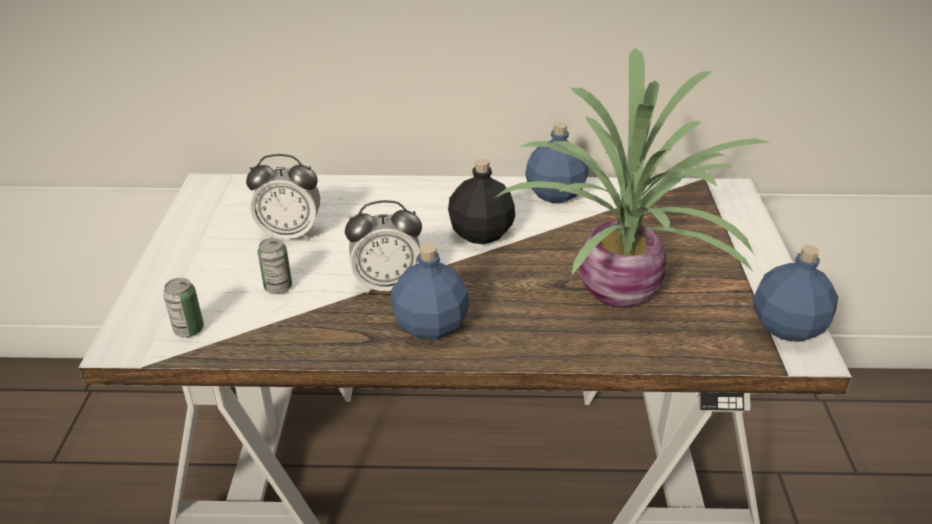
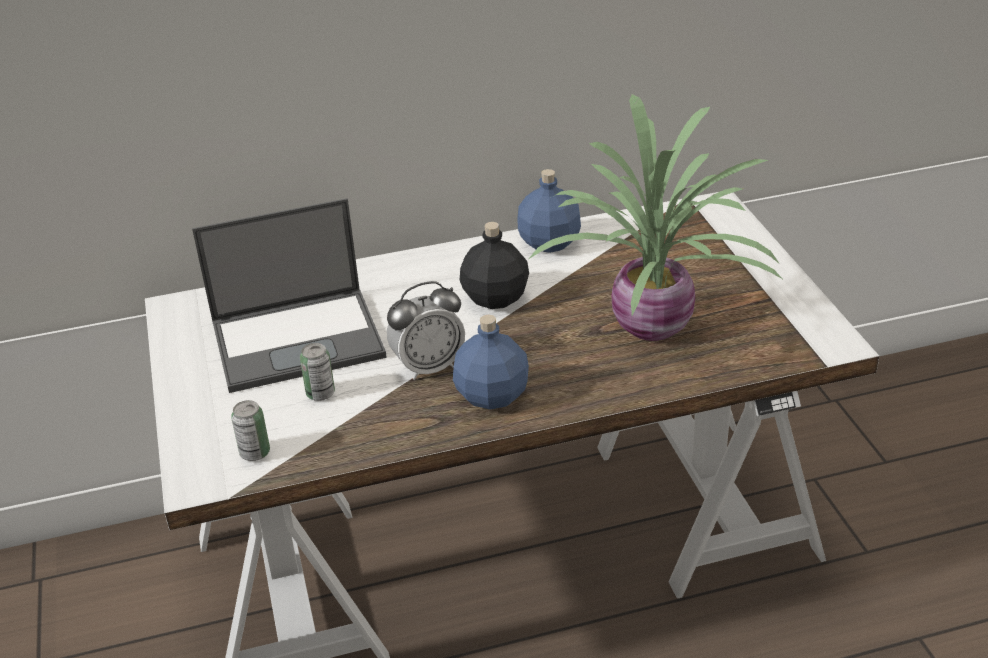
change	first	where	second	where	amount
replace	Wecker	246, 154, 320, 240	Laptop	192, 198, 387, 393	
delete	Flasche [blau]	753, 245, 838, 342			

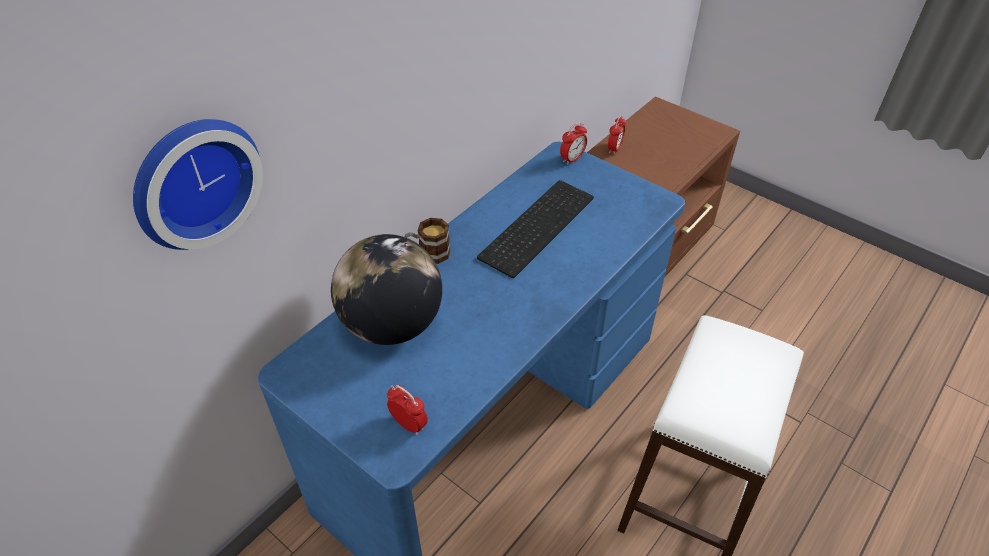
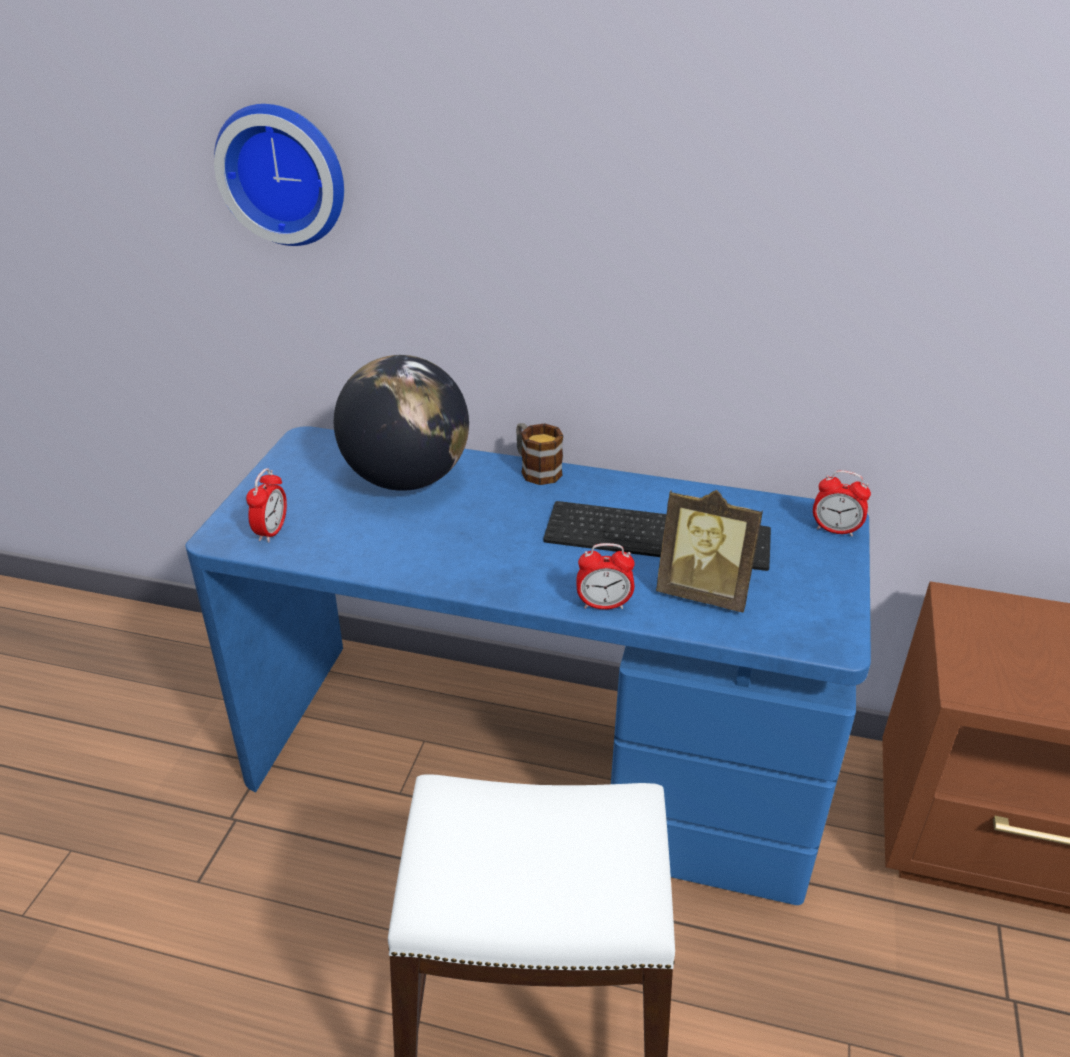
change	first	where	second	where	amount
move	Wecker	608, 115, 626, 155		577, 543, 635, 610	
insert			Bilderrahmen	656, 490, 763, 612	

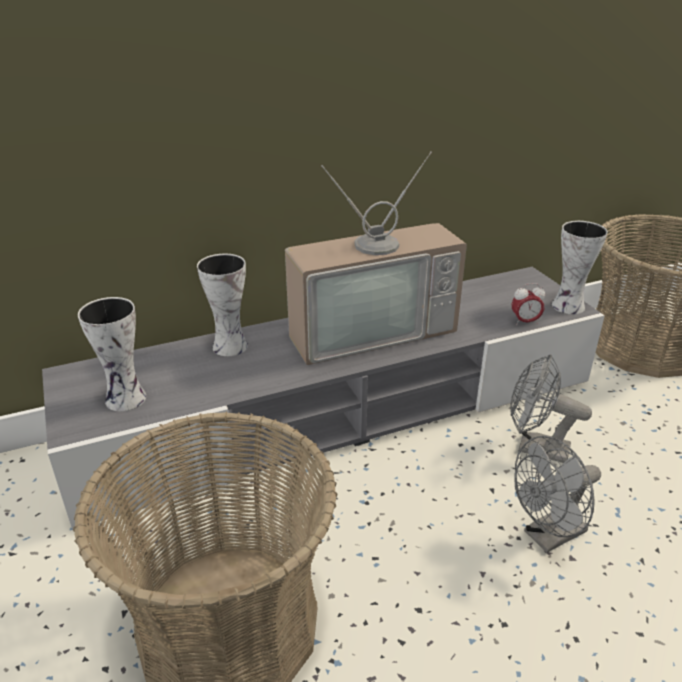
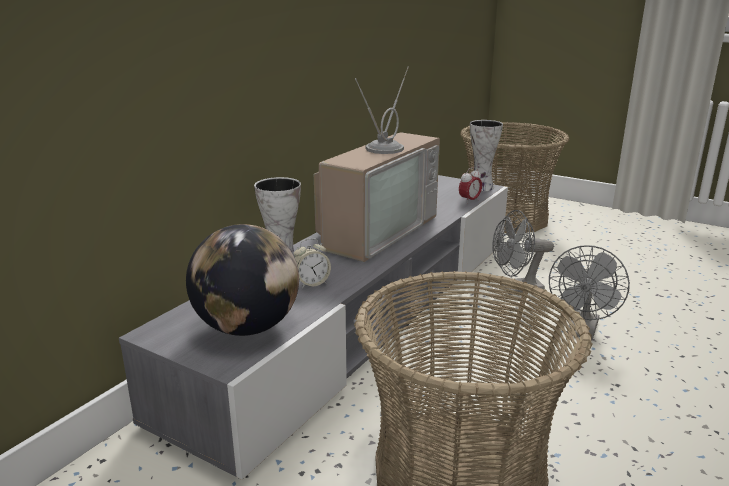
change	first	where	second	where	amount
replace	Vase	78, 297, 146, 411	Globus	186, 224, 299, 336	
insert			Wecker	294, 238, 331, 289	

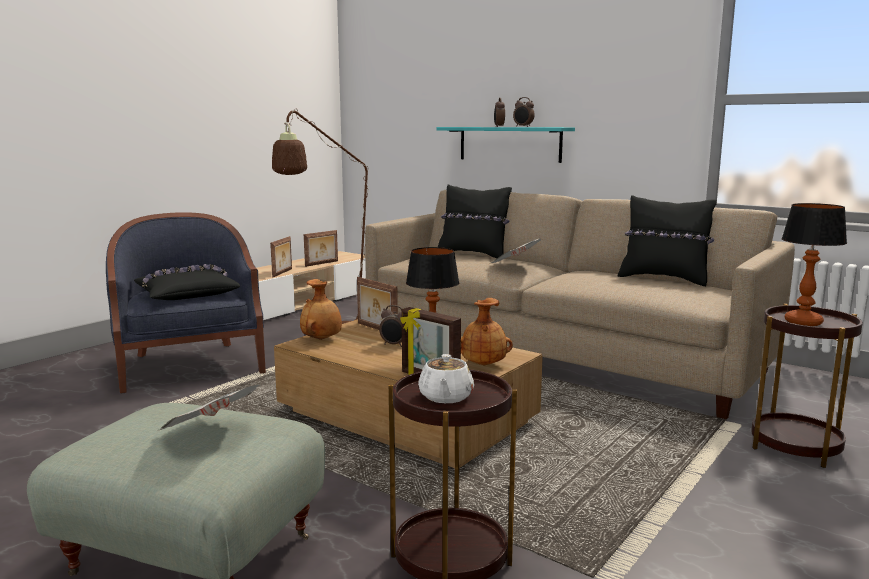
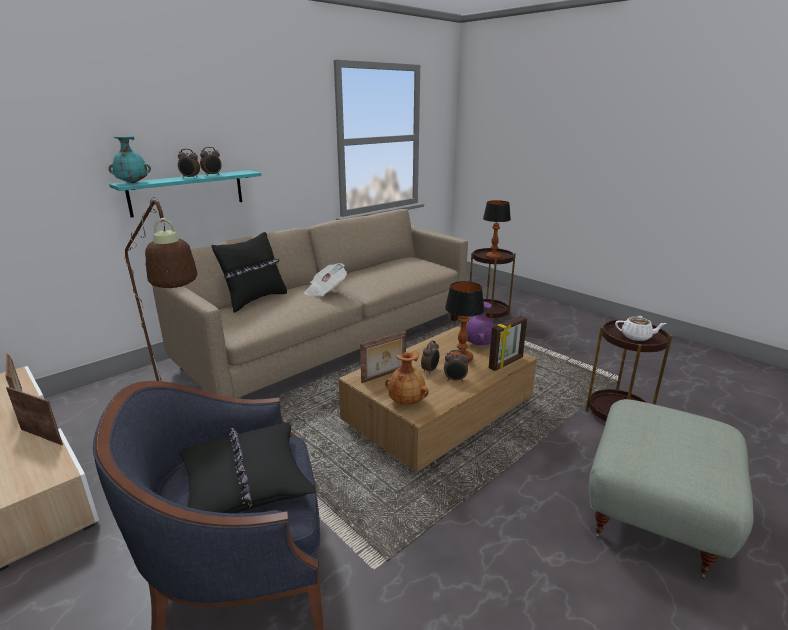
change	first	where	second	where	amount
insert			Vase [türkis]	108, 136, 151, 183	
insert			Wecker	444, 350, 469, 382	
recolor	Vase [braun]	461, 298, 513, 366	Vase [lila]	466, 301, 494, 345	
delete	Zeitung	160, 385, 259, 430			
delete	Kissen [schwarz]	618, 195, 717, 286			

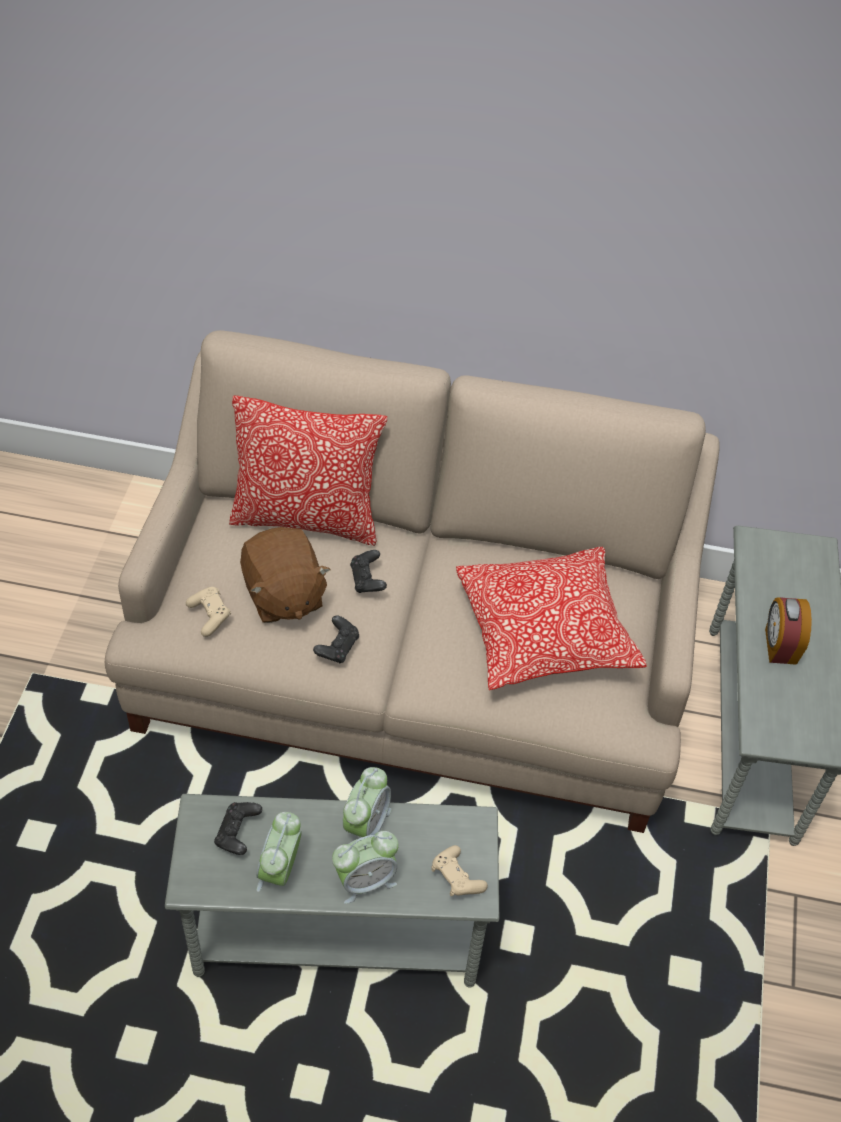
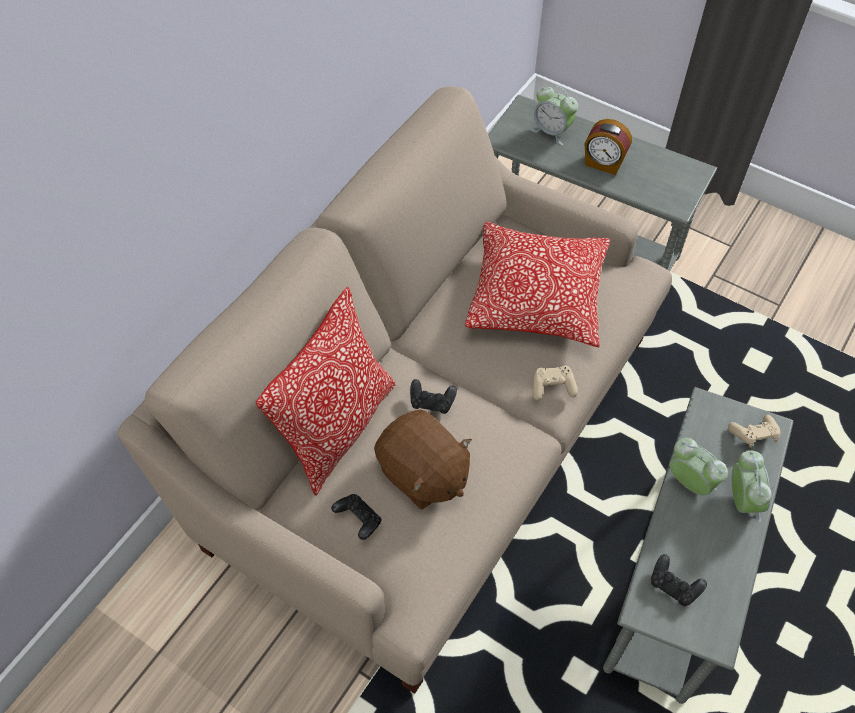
change	first	where	second	where	amount
move	Gamepad [schwarz]	313, 616, 359, 663		331, 494, 381, 540	
rotate	Plüschtier [braun]	240, 527, 331, 623		374, 410, 472, 510	45 degrees clockwise
move	Wecker	256, 812, 302, 892		531, 86, 578, 145	
move	Gamepad [beige]	186, 587, 231, 637		532, 365, 578, 401	

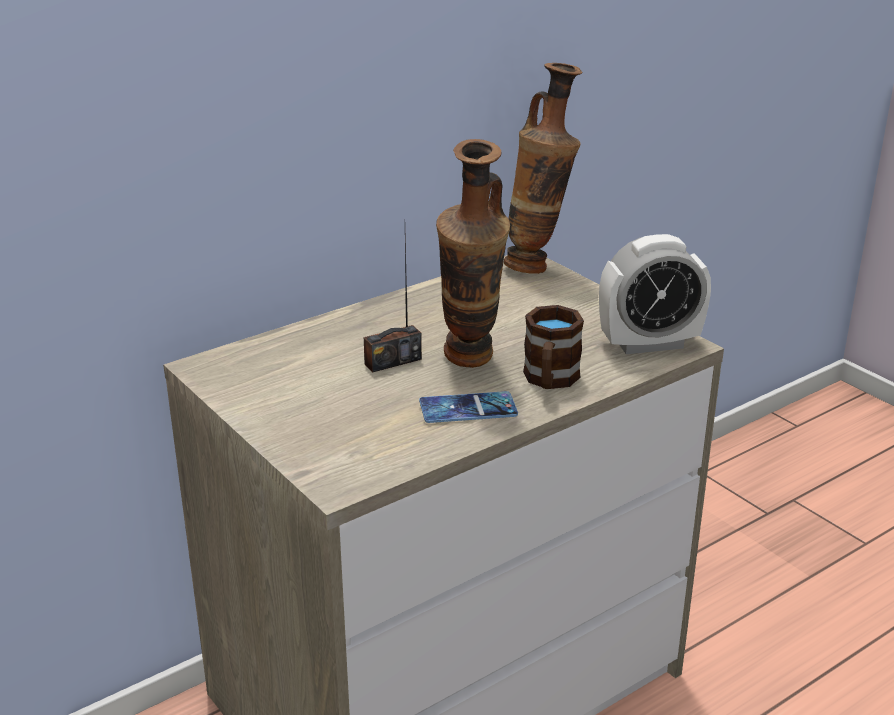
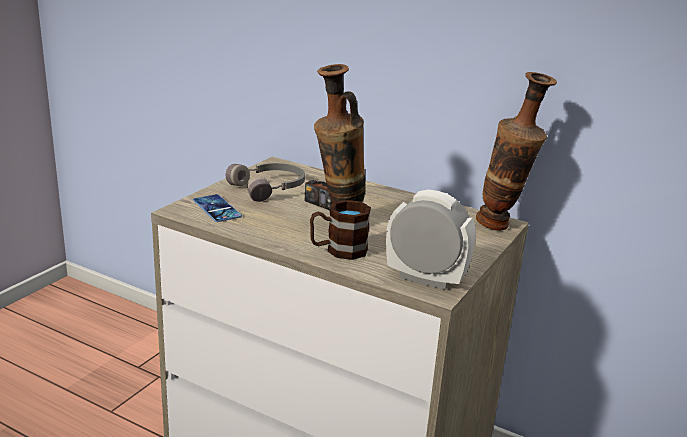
change	first	where	second	where	amount
move	Handy	419, 391, 518, 423		193, 194, 242, 222	
insert			Kopfhörer [grau]	226, 163, 305, 202	
rotate	Wecker	599, 234, 711, 354		386, 189, 476, 290	150 degrees clockwise

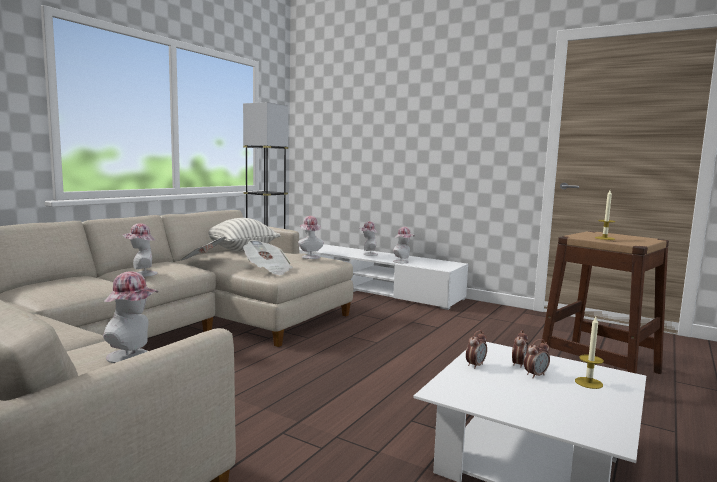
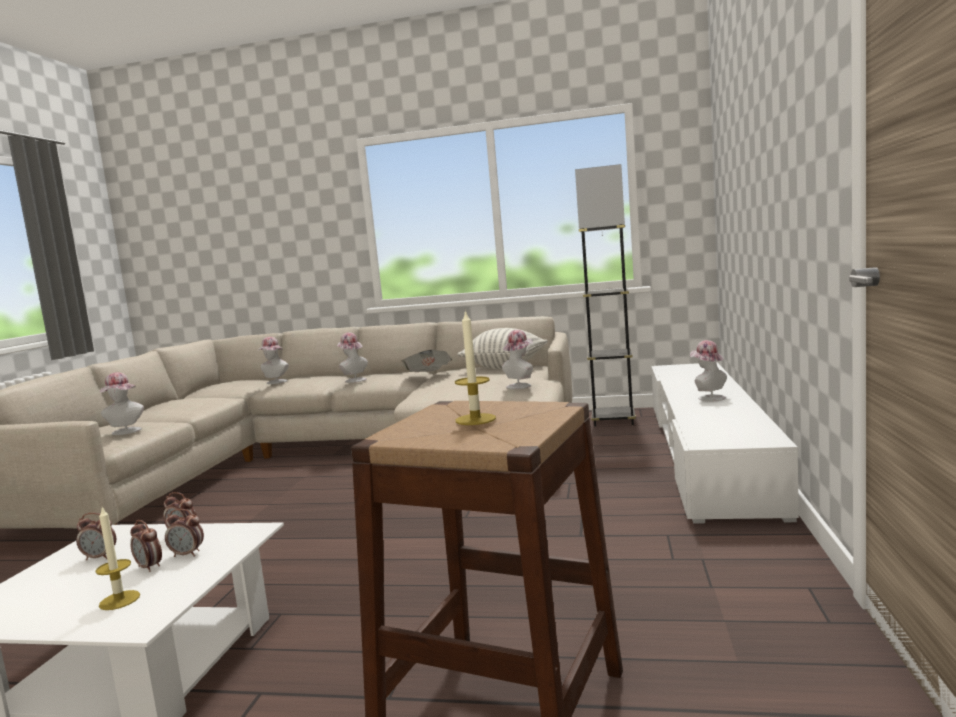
change	first	where	second	where	amount
insert			Wecker	76, 513, 116, 560	
move	Hut	393, 227, 415, 263		258, 337, 289, 384	
delete	Zeitung	243, 240, 293, 276			

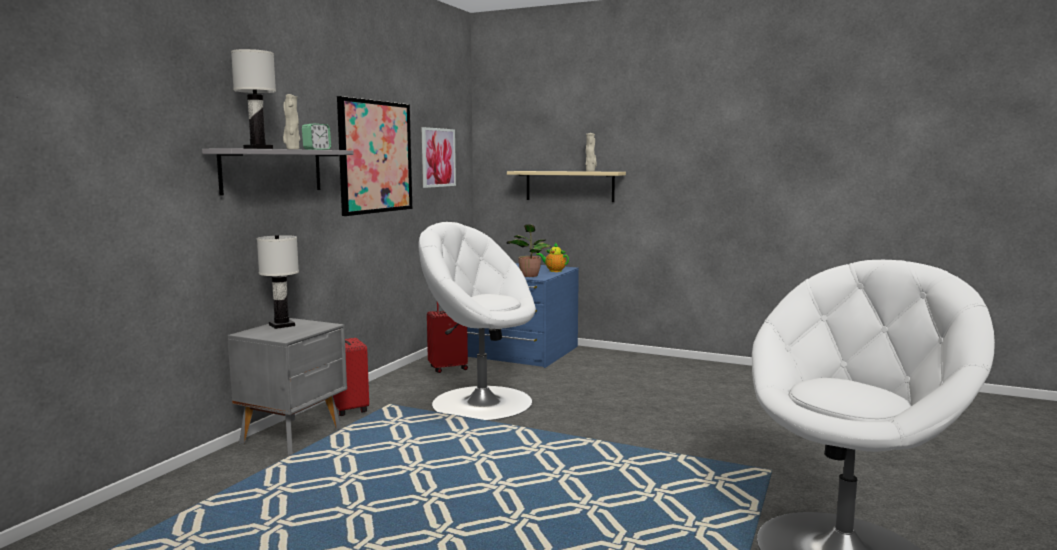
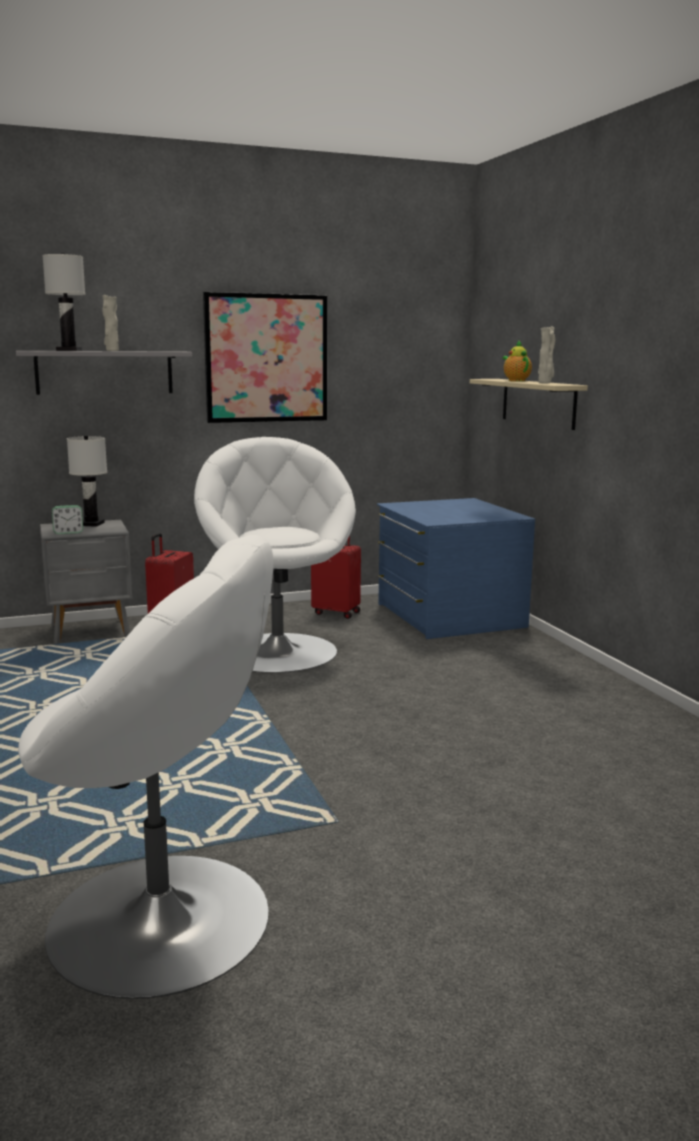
change	first	where	second	where	amount
move	Wecker	302, 124, 331, 150		52, 505, 83, 534	
move	Teekanne	536, 243, 569, 272		503, 341, 532, 381	
delete	Bild	422, 127, 456, 188			
delete	Topfpflanze	506, 224, 552, 277			

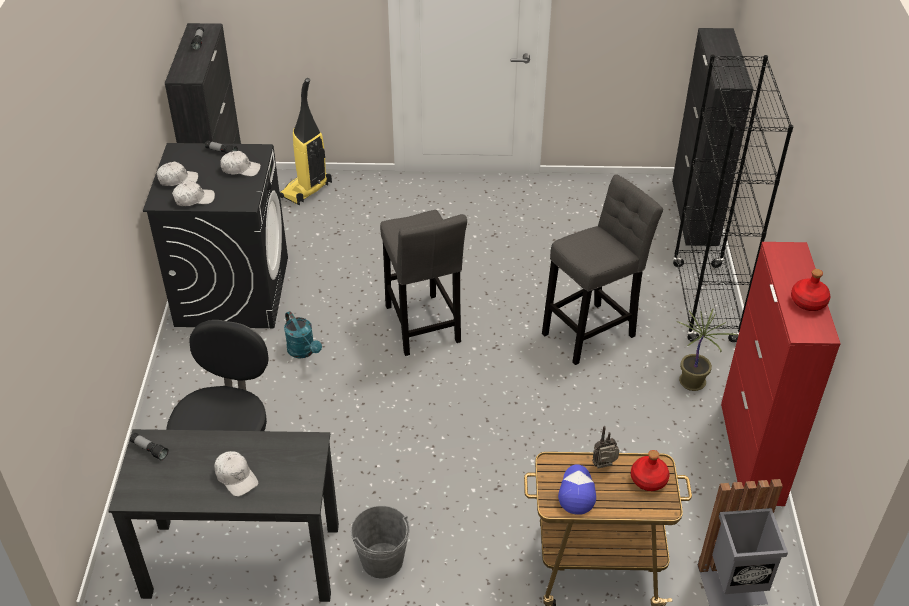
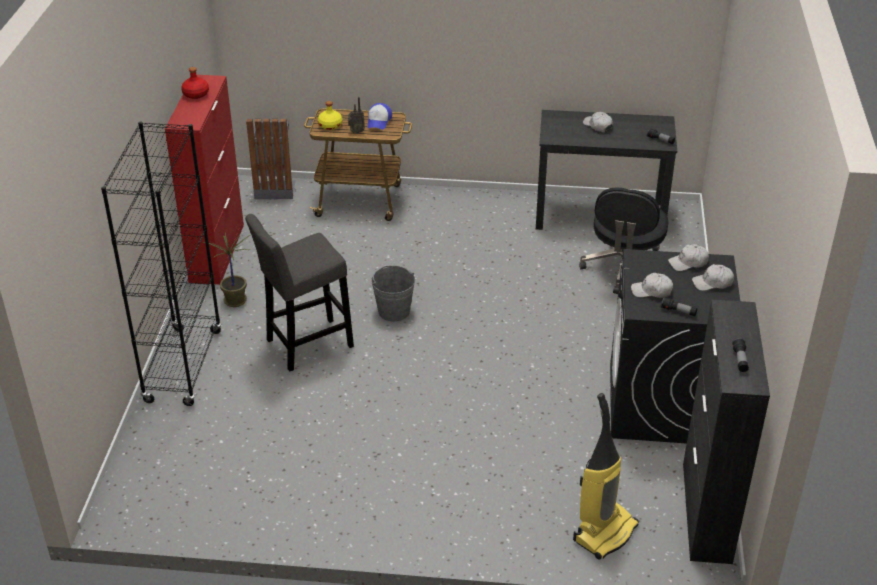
change	first	where	second	where	amount
recolor	Flasche [rot]	631, 450, 670, 491	Flasche [gelb]	318, 101, 342, 130	
move	Eimer [grau]	351, 506, 410, 578		371, 266, 415, 321	
delete	Gießkanne [türkis]	284, 311, 322, 358			
delete	Hocker [grau]	380, 210, 467, 356			
delete	Schrank [schwarz]	672, 28, 753, 246			

